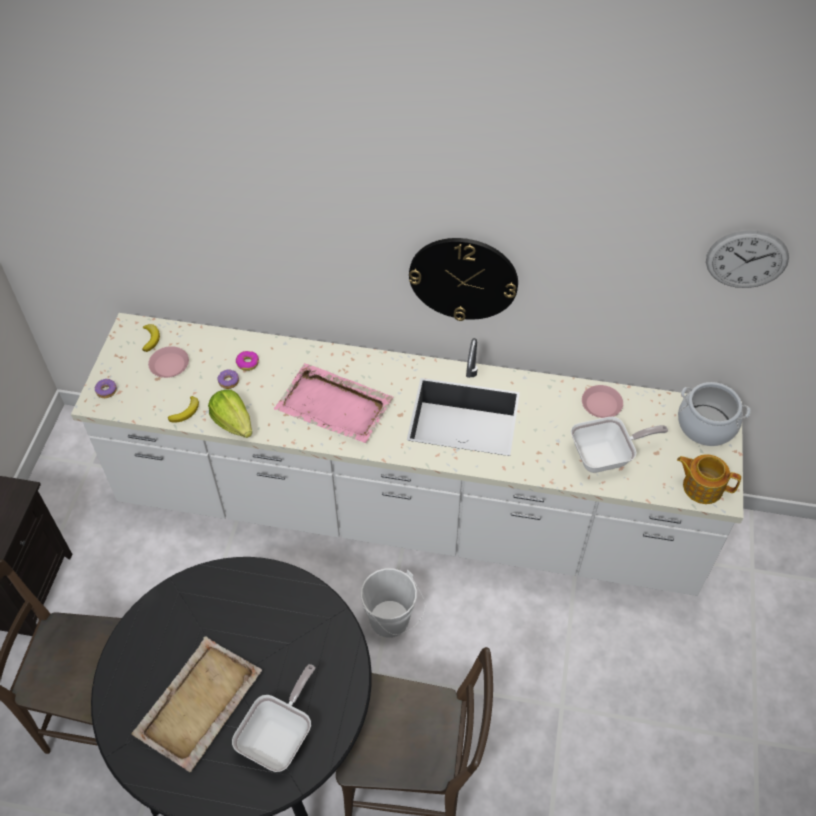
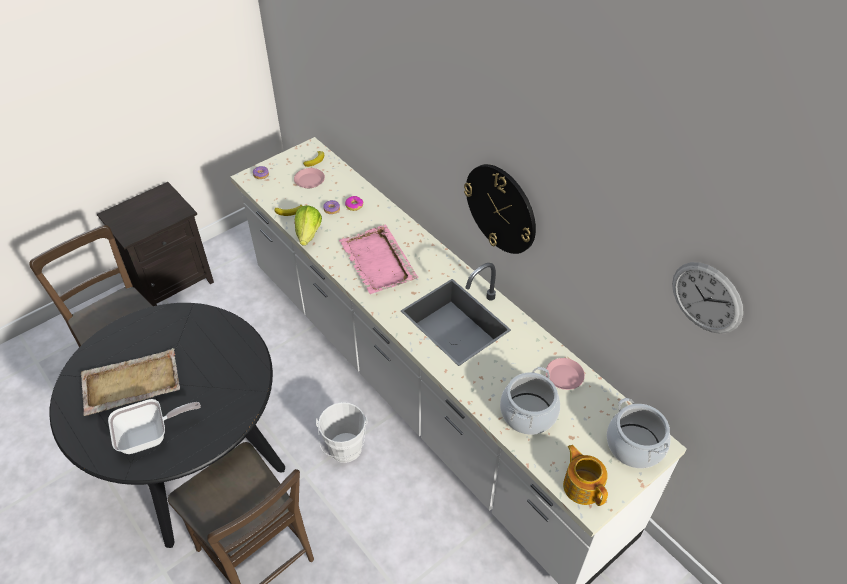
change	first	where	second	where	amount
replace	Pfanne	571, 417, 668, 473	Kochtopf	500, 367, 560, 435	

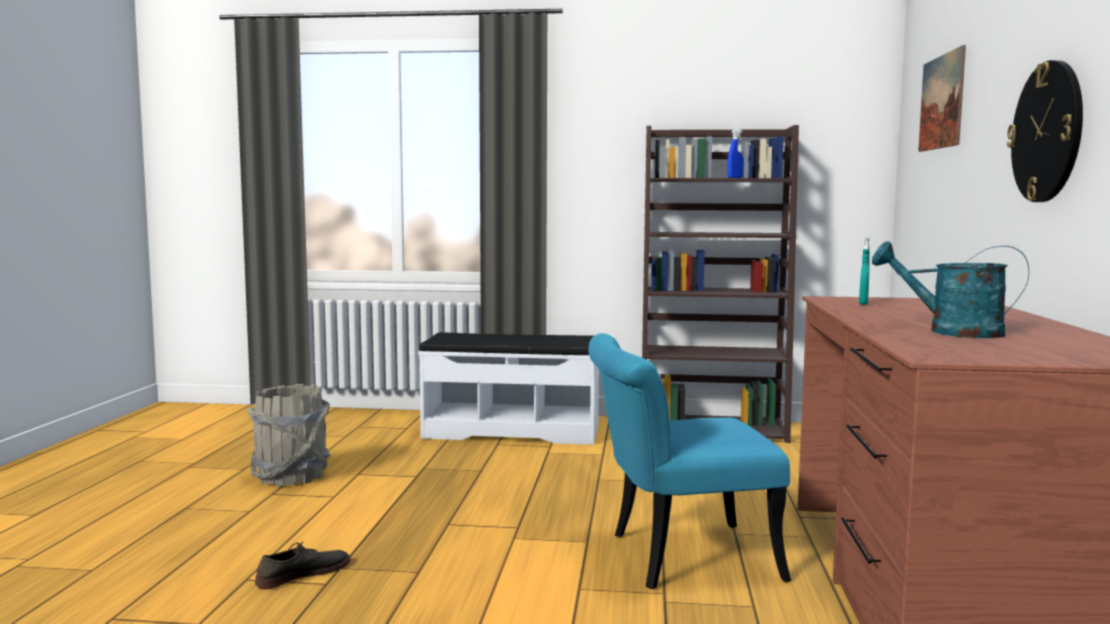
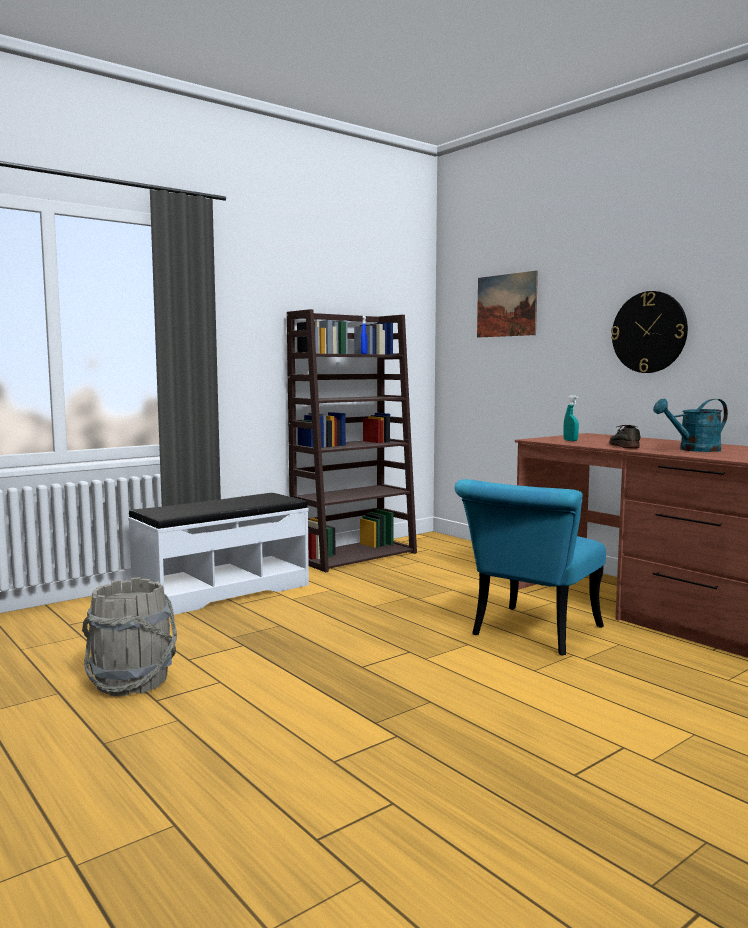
change	first	where	second	where	amount
move	Schuh [grau]	255, 542, 350, 589		609, 425, 640, 449	

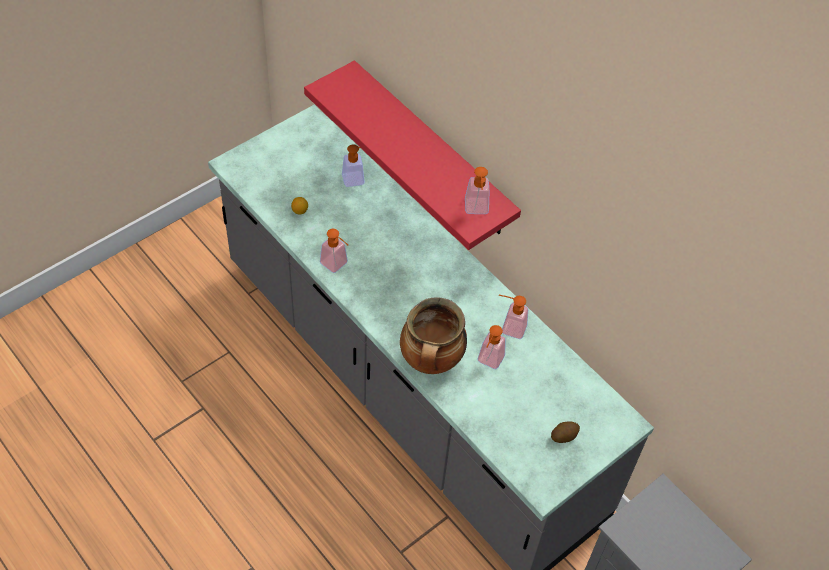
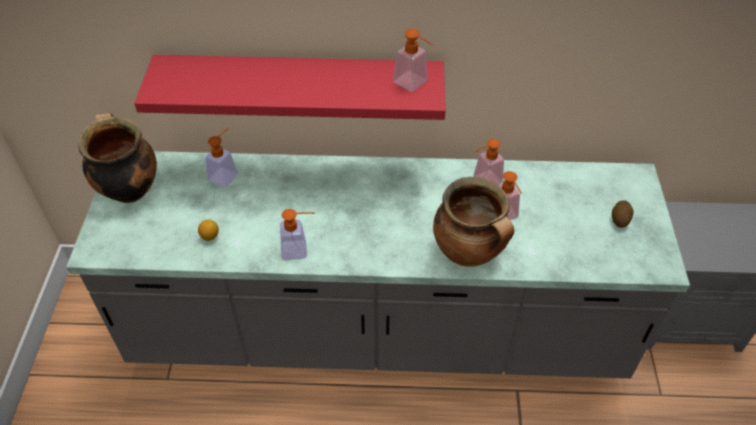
change	first	where	second	where	amount
insert			Kochtopf	79, 113, 157, 203	

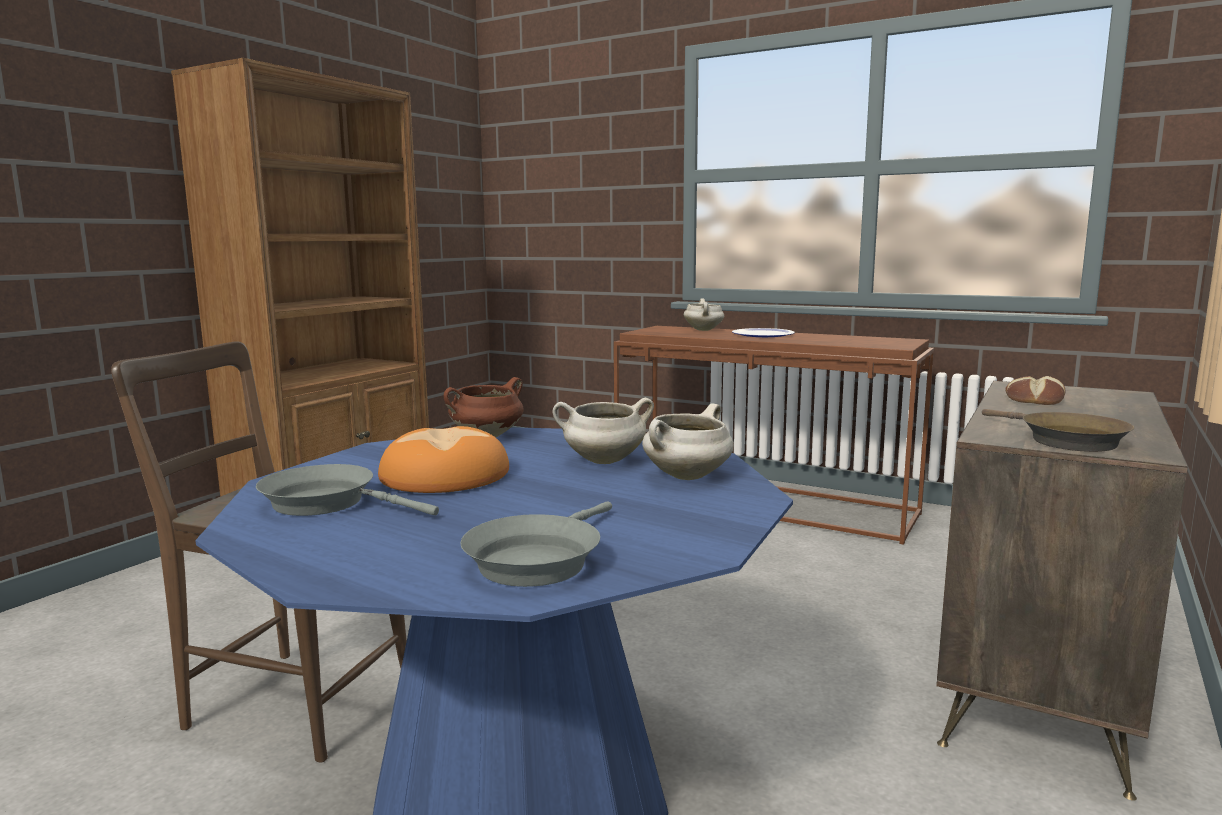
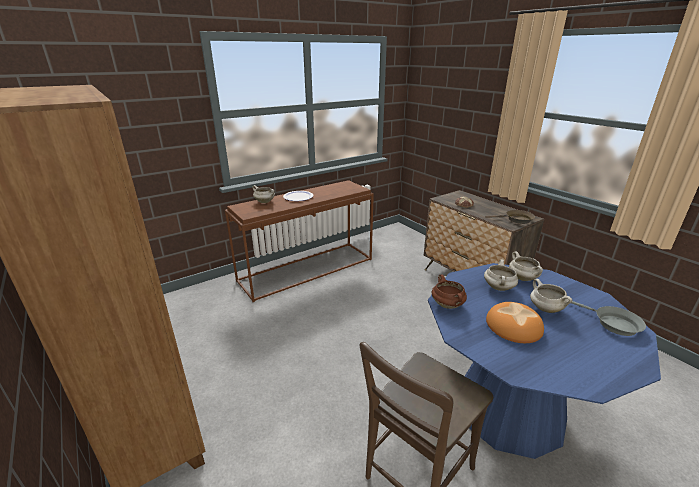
change	first	where	second	where	amount
insert			Kochtopf [weiß]	530, 279, 572, 313	
delete	Pfanne [grau]	256, 464, 439, 516			

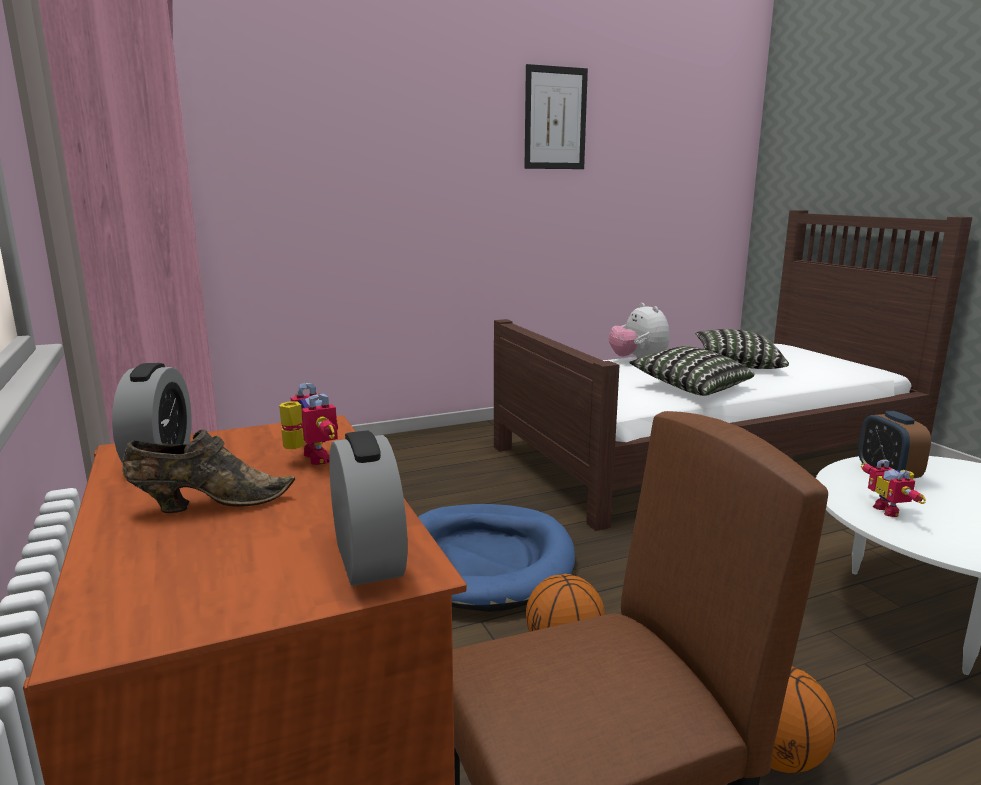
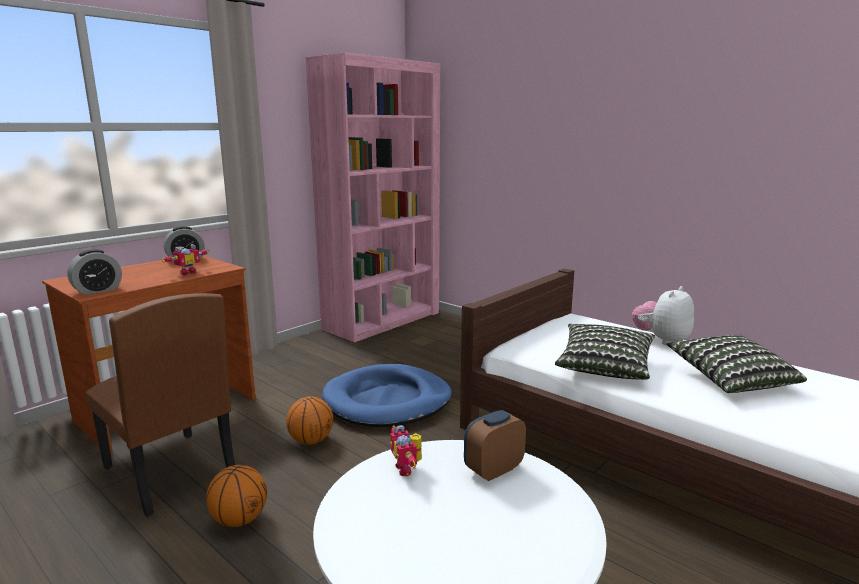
change	first	where	second	where	amount
rotate	Spielzeugroboter	861, 459, 926, 517		390, 425, 422, 476	75 degrees counterclockwise
delete	Schuh [braun]	122, 430, 295, 513			
delete	Bild	524, 64, 588, 169			

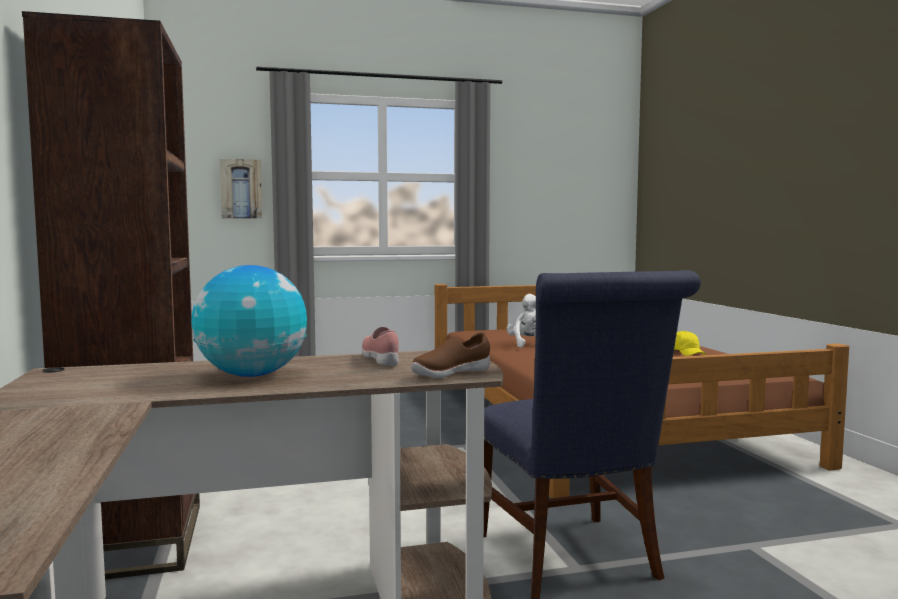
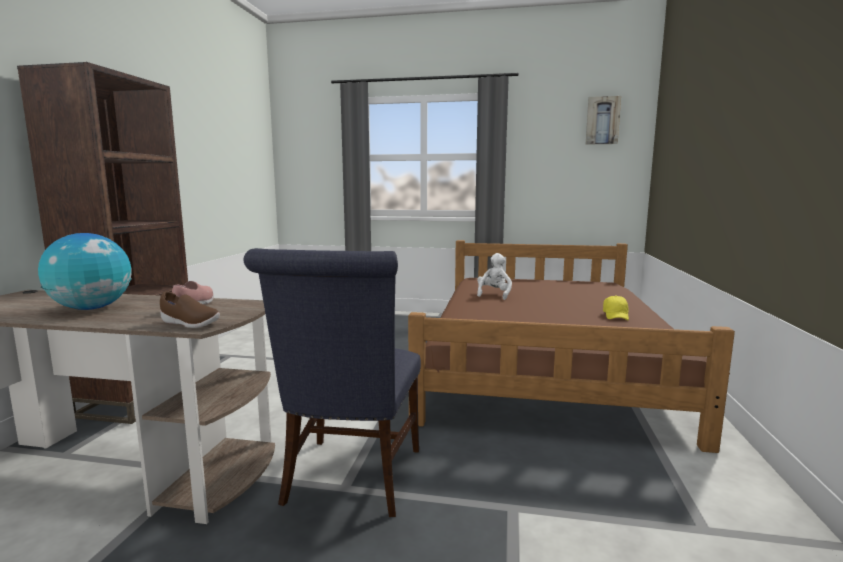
change	first	where	second	where	amount
rotate	Schuh [braun]	411, 332, 490, 378		160, 291, 220, 328	150 degrees counterclockwise
move	Bild	220, 159, 262, 219		586, 96, 621, 145	

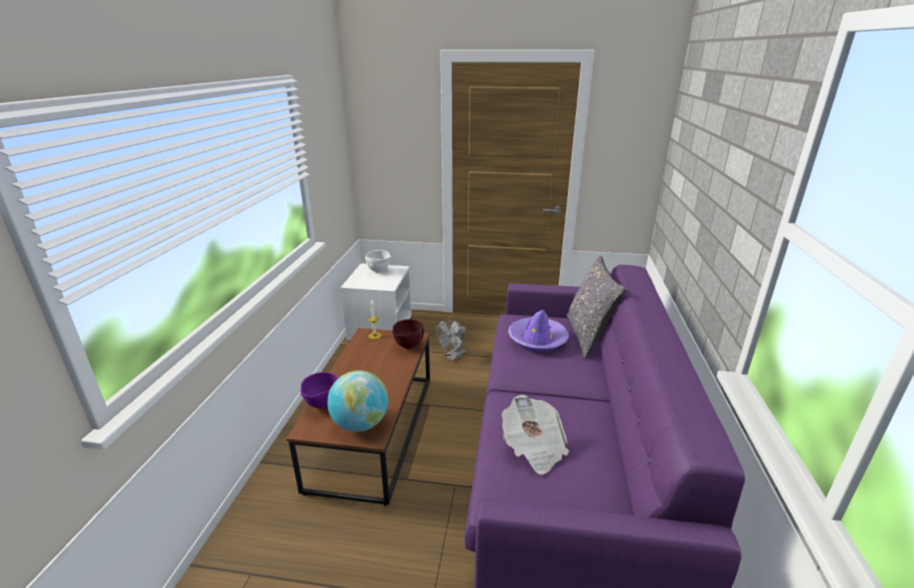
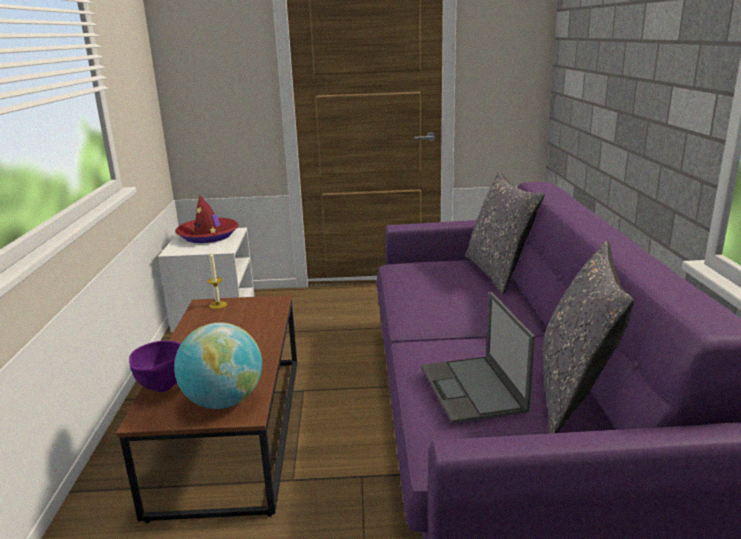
change	first	where	second	where	amount
replace	Schüssel [weiß]	365, 250, 391, 273	Hut [rot]	175, 195, 239, 243	
replace	Zeitung	502, 395, 569, 475	Laptop	421, 292, 535, 423	
insert			Kissen [grau]	543, 241, 634, 434	
delete	Schüssel [braun]	392, 319, 424, 349			
delete	Ventilator [grau]	436, 317, 466, 361			
delete	Hut [lila]	508, 310, 569, 351			

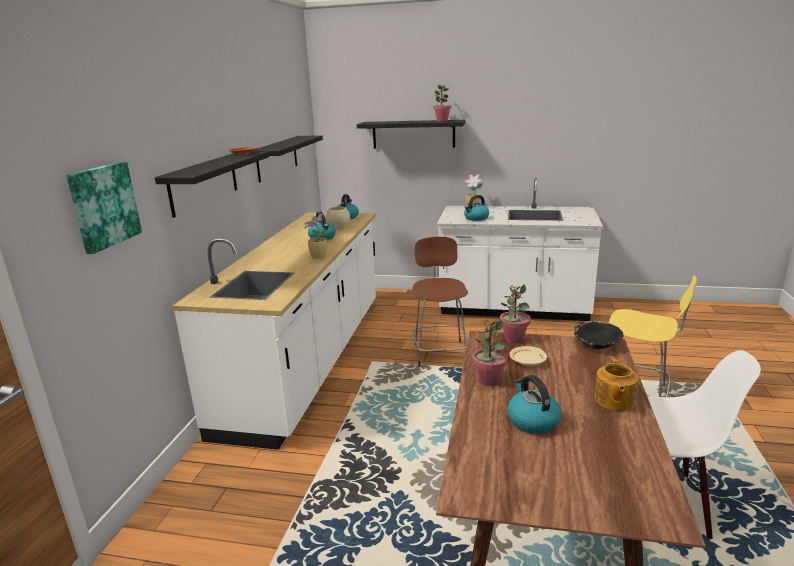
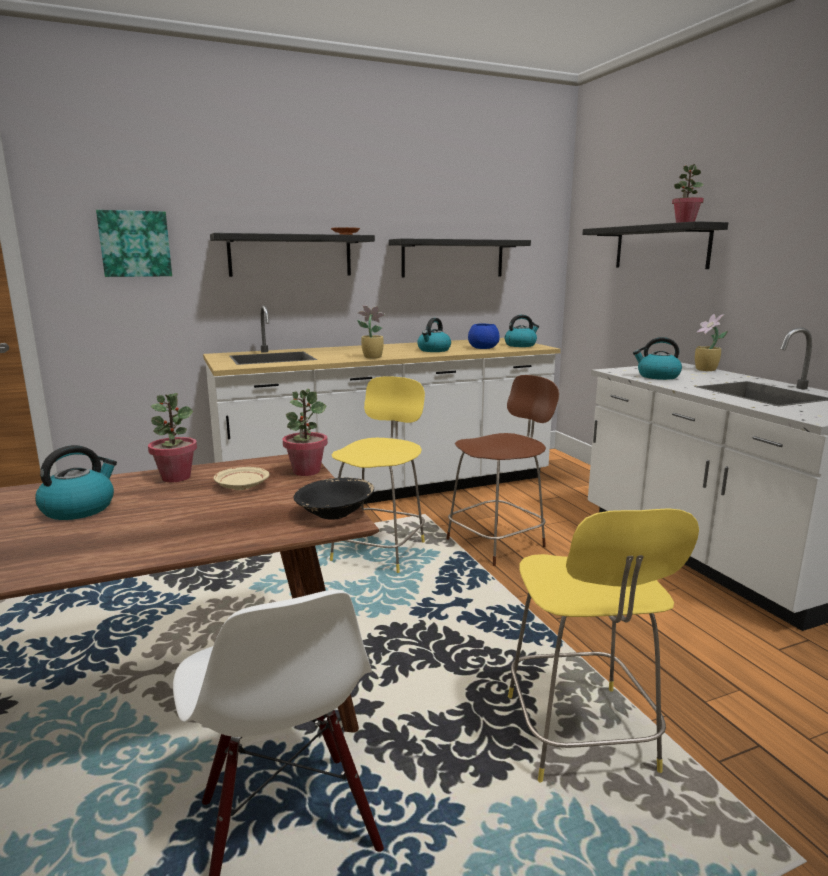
change	first	where	second	where	amount
insert			Hocker [gelb]	330, 376, 425, 573	
recolor	Schüssel [beige]	326, 206, 350, 228	Schüssel [blau]	468, 323, 500, 349	
delete	Teekanne	594, 357, 639, 411			

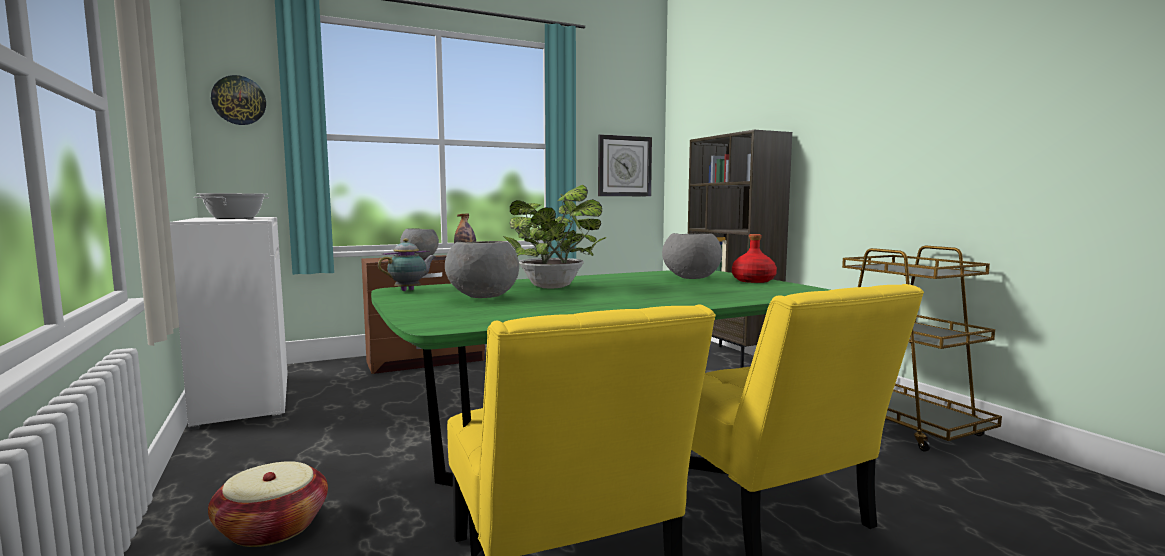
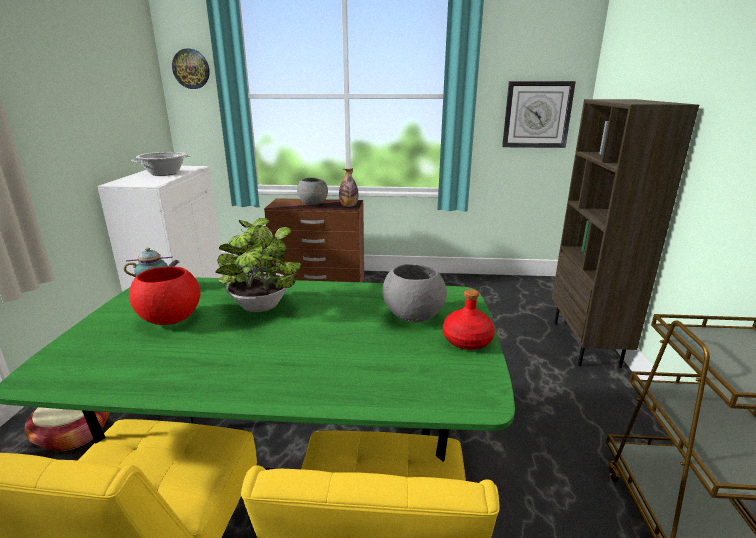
change	first	where	second	where	amount
recolor	Schüssel [grau]	445, 241, 519, 298	Schüssel [rot]	129, 267, 200, 325	

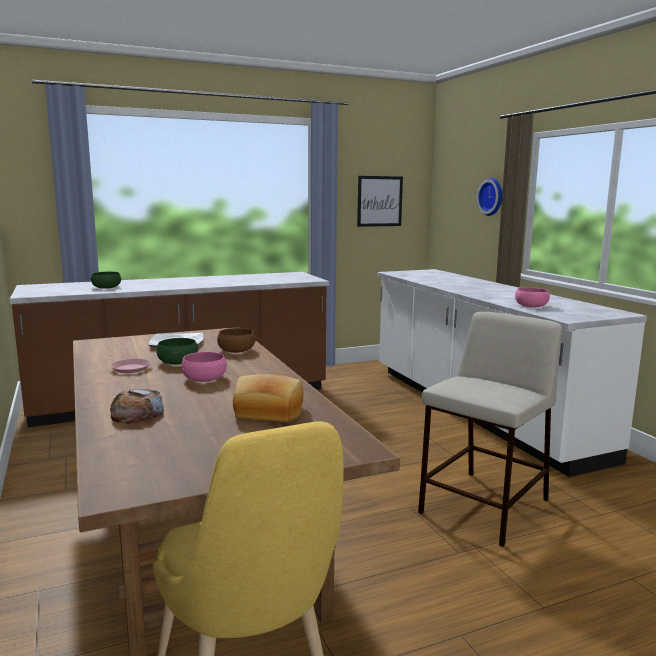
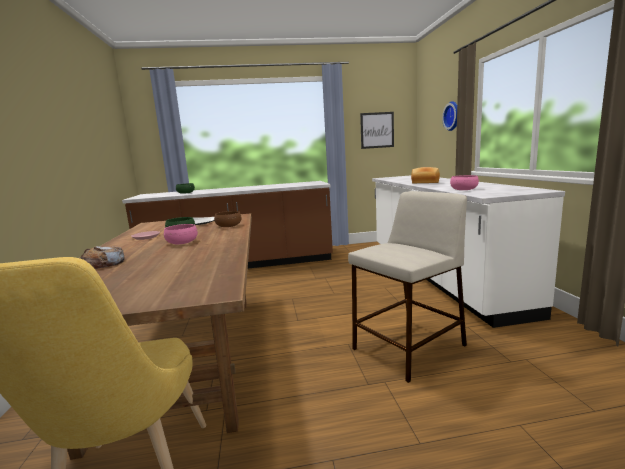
change	first	where	second	where	amount
move	Brot	233, 374, 303, 422		411, 167, 440, 183	

